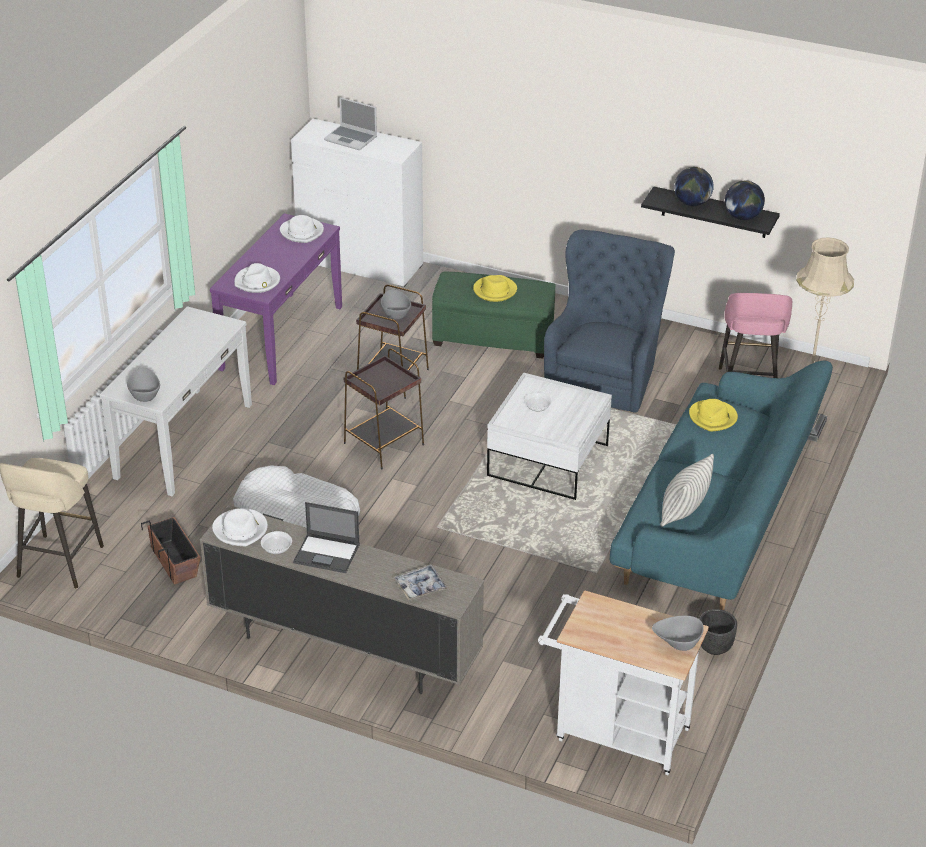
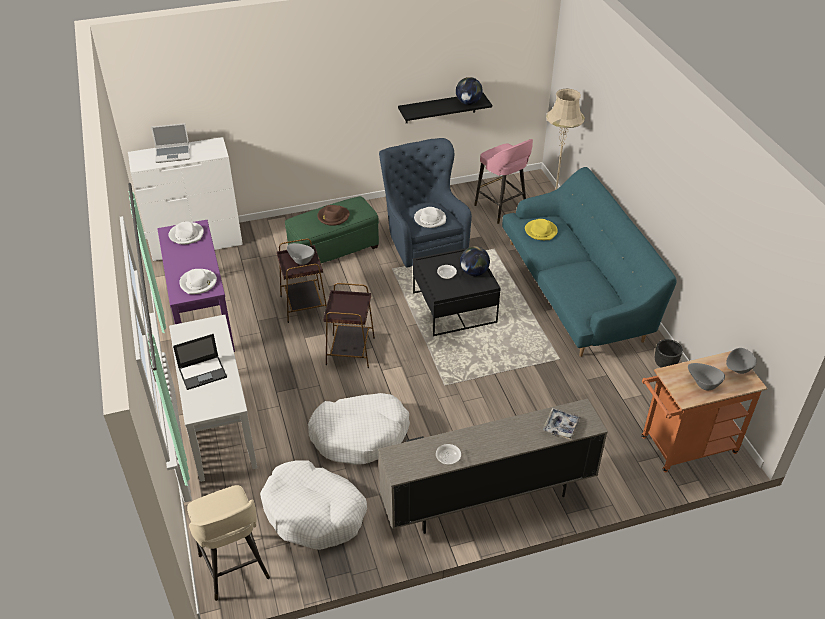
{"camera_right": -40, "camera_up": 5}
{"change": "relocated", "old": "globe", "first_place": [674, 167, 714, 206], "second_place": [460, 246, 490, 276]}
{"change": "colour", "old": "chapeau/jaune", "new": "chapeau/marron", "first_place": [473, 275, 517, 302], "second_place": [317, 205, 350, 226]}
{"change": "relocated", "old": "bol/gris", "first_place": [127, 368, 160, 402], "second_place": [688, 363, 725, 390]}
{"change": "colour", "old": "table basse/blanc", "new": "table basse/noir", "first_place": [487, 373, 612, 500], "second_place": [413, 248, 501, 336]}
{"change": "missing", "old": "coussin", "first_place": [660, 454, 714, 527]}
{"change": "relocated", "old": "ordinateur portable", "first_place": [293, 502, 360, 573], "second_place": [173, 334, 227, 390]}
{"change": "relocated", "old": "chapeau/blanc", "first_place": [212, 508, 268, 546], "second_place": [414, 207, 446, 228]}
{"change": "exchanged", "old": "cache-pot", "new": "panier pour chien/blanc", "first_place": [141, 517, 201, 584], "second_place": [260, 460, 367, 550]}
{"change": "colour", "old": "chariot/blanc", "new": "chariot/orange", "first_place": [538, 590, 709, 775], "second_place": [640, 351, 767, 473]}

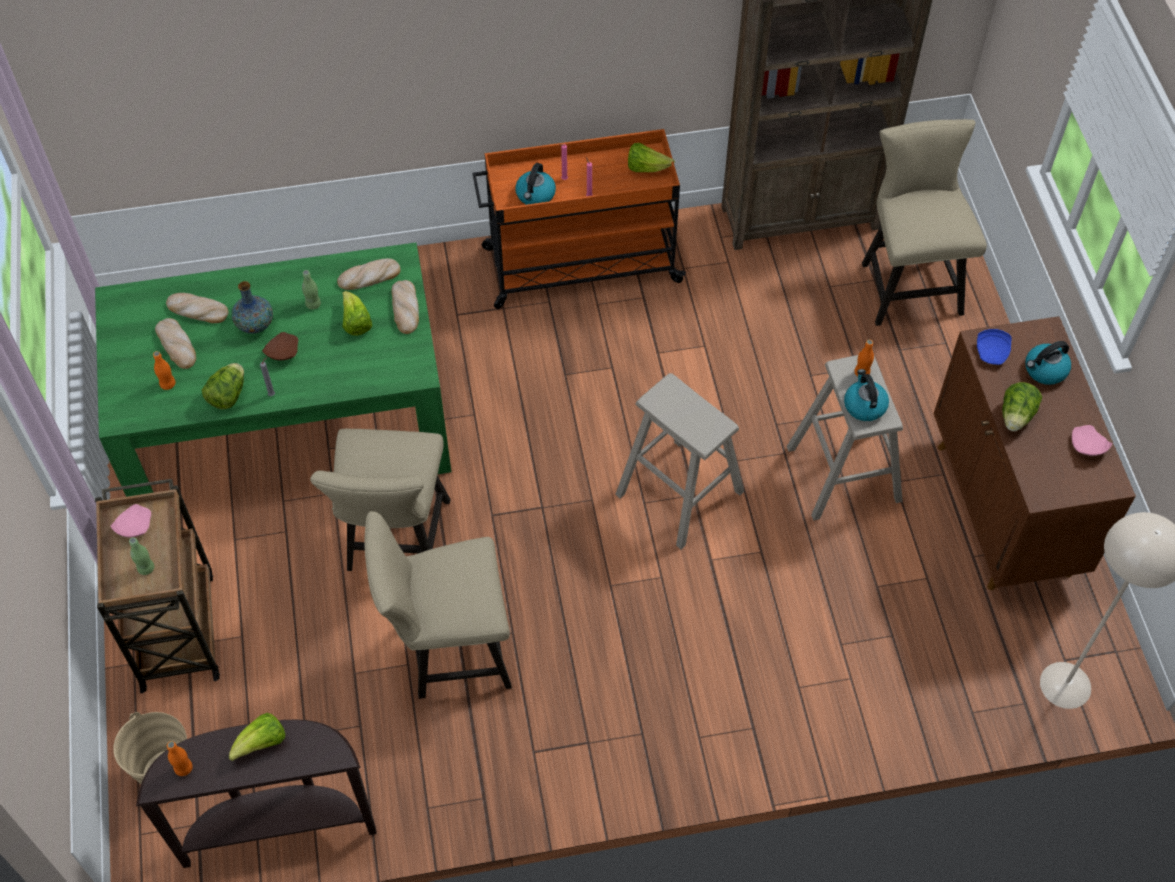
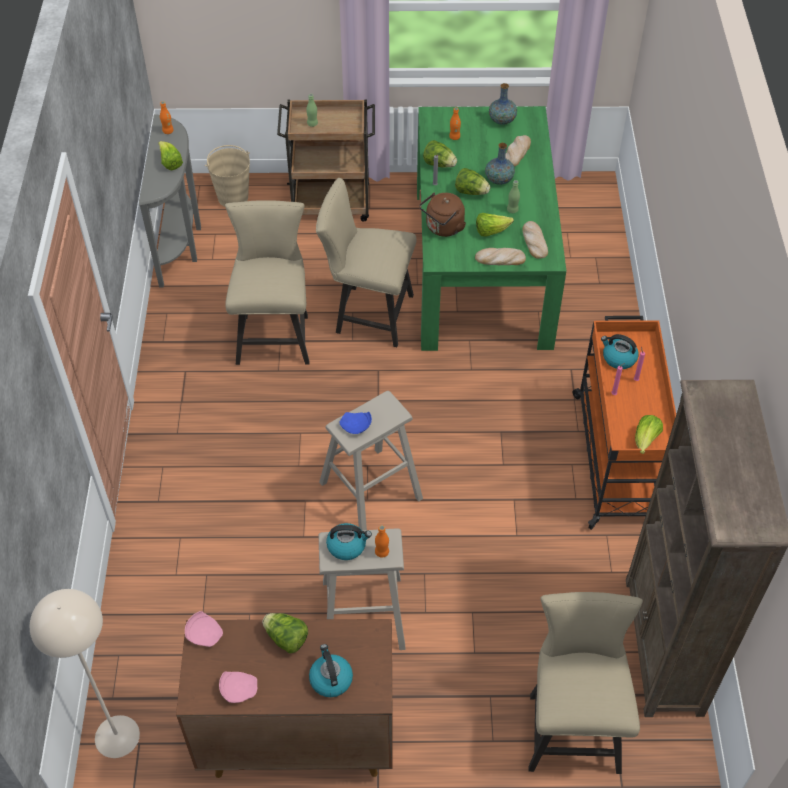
{"camera_right": 100, "camera_up": -5}
{"change": "spun", "old": "chaise/beige", "first_place": [862, 119, 987, 326], "second_place": [528, 592, 643, 774], "degrees": -90}
{"change": "missing", "old": "pain", "first_place": [155, 318, 196, 369]}
{"change": "relocated", "old": "assiette/bleu", "first_place": [977, 329, 1011, 365], "second_place": [339, 412, 372, 434]}
{"change": "exchanged", "old": "assiette/marron", "new": "laitue", "first_place": [262, 332, 298, 361], "second_place": [455, 168, 490, 195]}
{"change": "relocated", "old": "assiette/rose", "first_place": [110, 504, 151, 537], "second_place": [185, 611, 223, 647]}
{"change": "colour", "old": "table console/marron", "new": "table console/gris", "first_place": [136, 720, 377, 868], "second_place": [139, 114, 201, 288]}
{"change": "appeared", "new": "vase", "second_place": [489, 83, 517, 125]}
{"change": "appeared", "new": "bouilloire/marron", "second_place": [419, 193, 466, 237]}

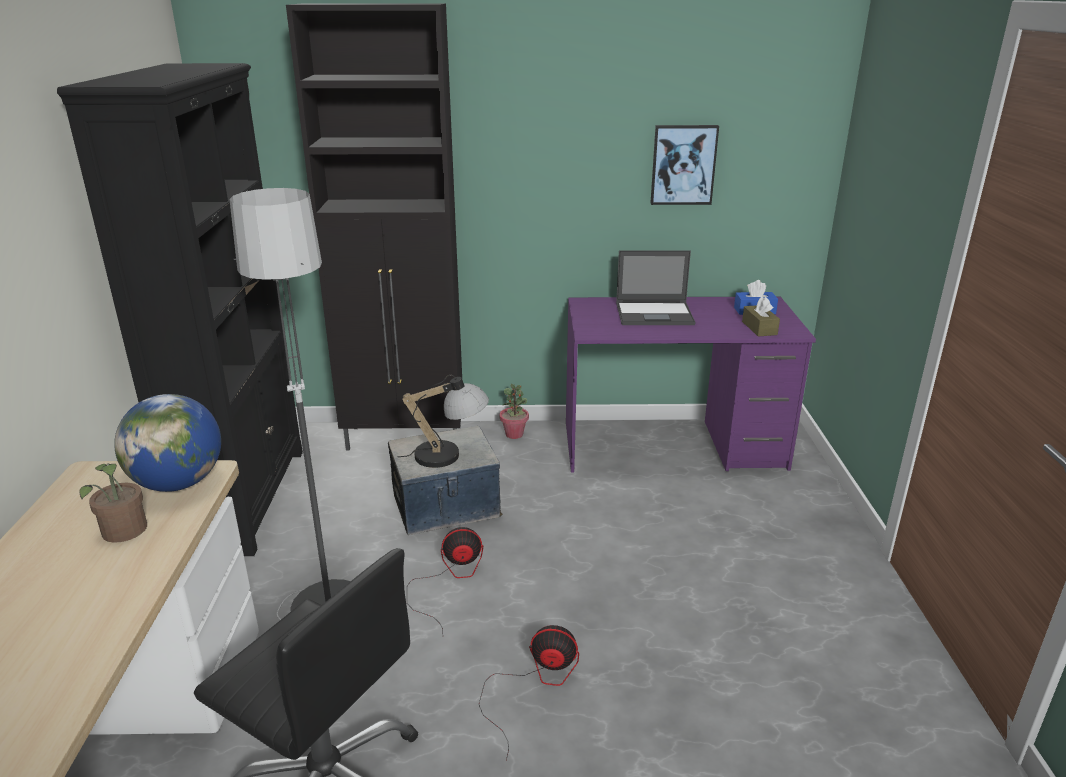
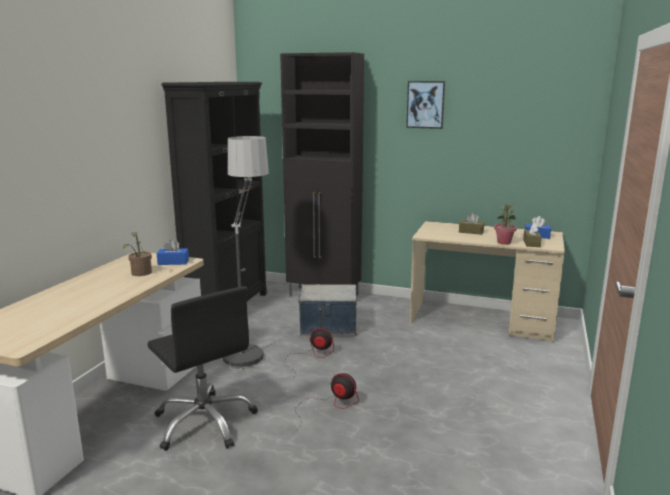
{"camera_right": 20, "camera_up": -10}
{"change": "relocated", "old": "tableau", "first_place": [650, 125, 719, 205], "second_place": [406, 81, 445, 129]}
{"change": "exchanged", "old": "ordinateur portable", "new": "boîte à mouchoirs/marron", "first_place": [616, 250, 695, 325], "second_place": [459, 213, 484, 235]}
{"change": "colour", "old": "bureau/violet", "new": "bureau/beige", "first_place": [566, 296, 816, 473], "second_place": [410, 221, 565, 343]}
{"change": "missing", "old": "lampe de table", "first_place": [398, 375, 489, 468]}
{"change": "relocated", "old": "plante en pot", "first_place": [499, 384, 529, 439], "second_place": [494, 203, 517, 245]}
{"change": "exchanged", "old": "globe", "new": "boîte à mouchoirs/bleu", "first_place": [114, 394, 221, 492], "second_place": [157, 240, 189, 265]}

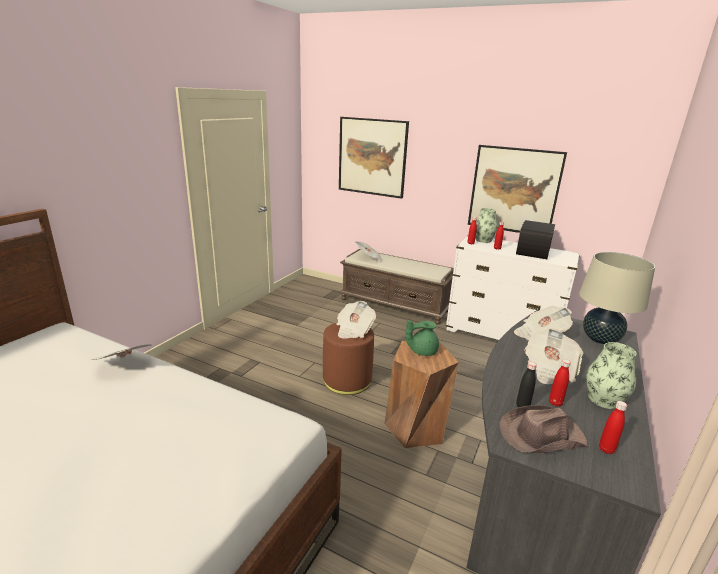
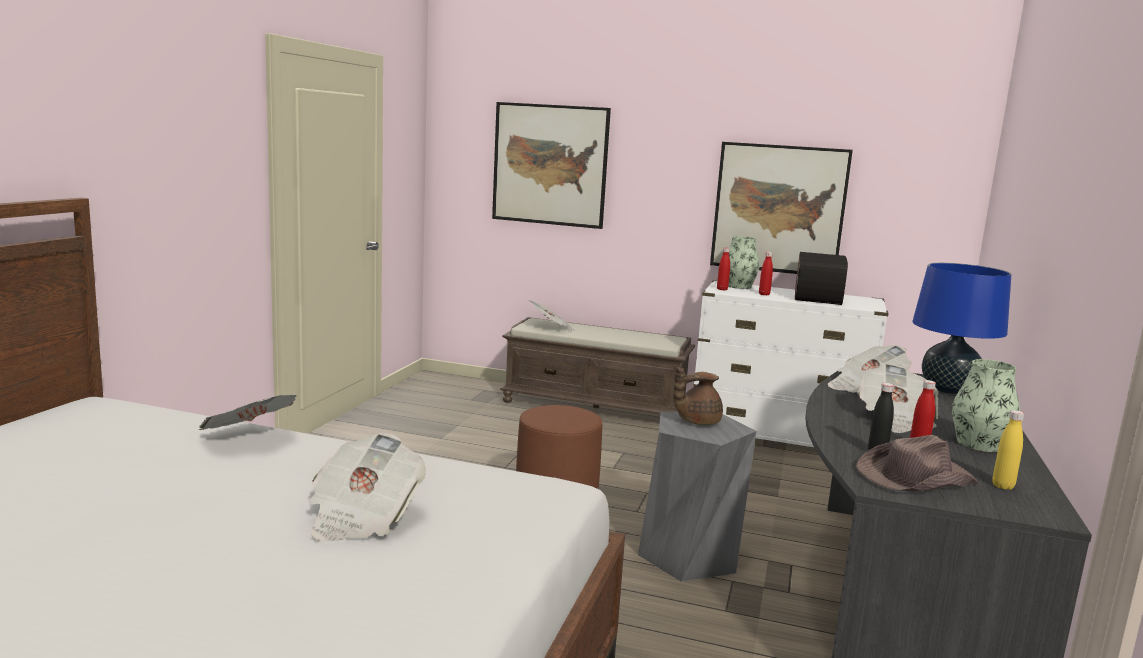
{"camera_right": -10, "camera_up": -10}
{"change": "colour", "old": "lampe de table/beige", "new": "lampe de table/bleu", "first_place": [579, 252, 655, 344], "second_place": [912, 263, 1011, 395]}
{"change": "relocated", "old": "journal", "first_place": [336, 301, 376, 339], "second_place": [309, 433, 426, 542]}
{"change": "colour", "old": "théière/vert", "new": "théière/marron", "first_place": [405, 319, 439, 356], "second_place": [673, 367, 723, 425]}
{"change": "colour", "old": "tabouret/marron", "new": "tabouret/gris", "first_place": [385, 341, 459, 448], "second_place": [638, 412, 756, 582]}
{"change": "colour", "old": "bouteille/rouge", "new": "bouteille/jaune", "first_place": [599, 401, 627, 454], "second_place": [992, 410, 1024, 490]}

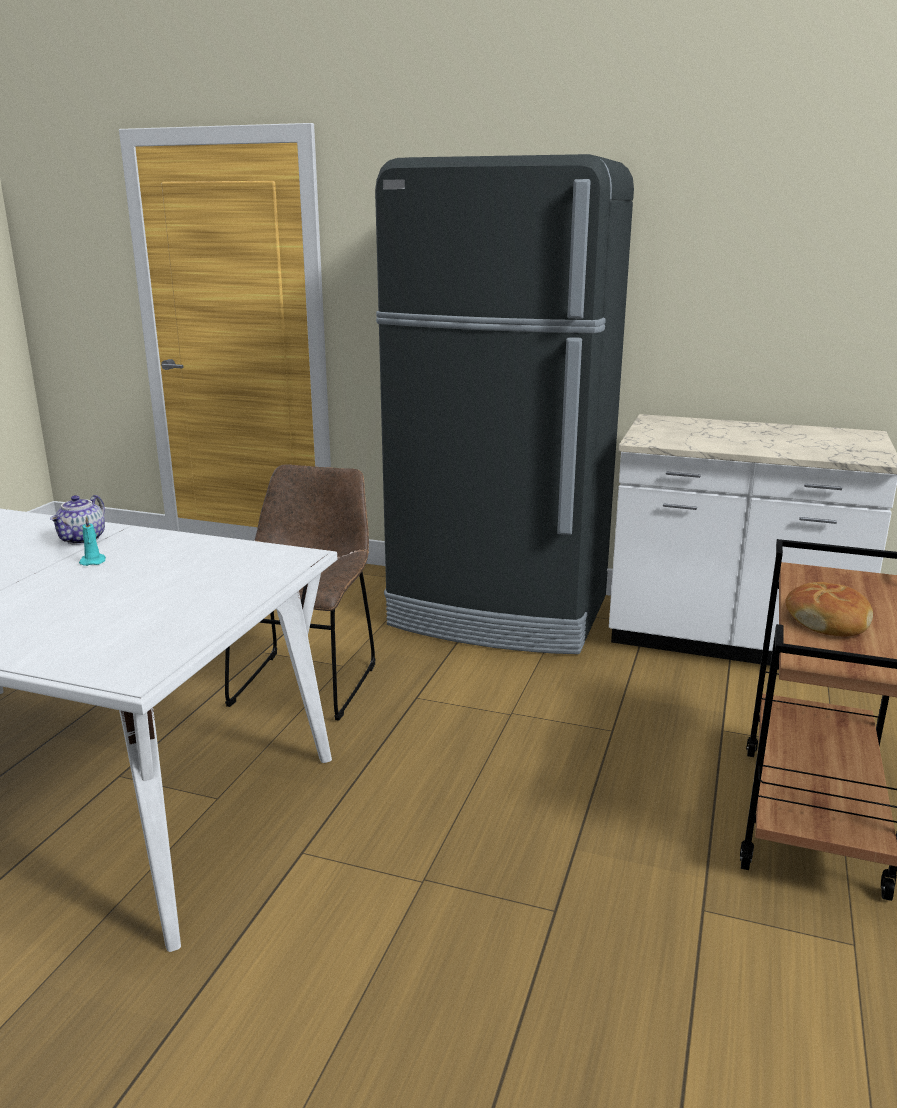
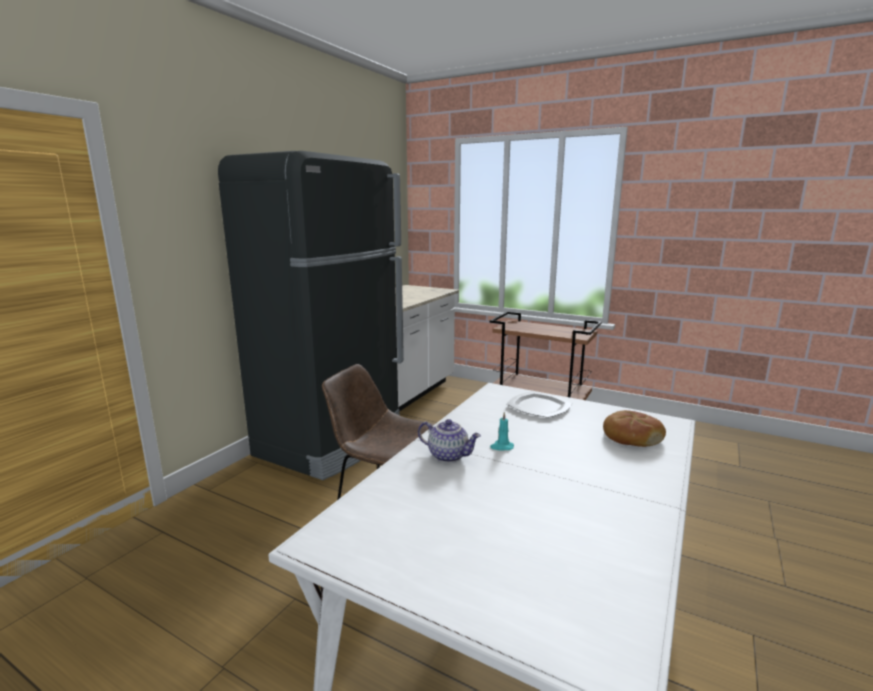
{"camera_right": -80, "camera_up": -5}
{"change": "relocated", "old": "pain", "first_place": [786, 582, 873, 637], "second_place": [603, 410, 666, 447]}
{"change": "appeared", "new": "assiette", "second_place": [507, 391, 572, 418]}

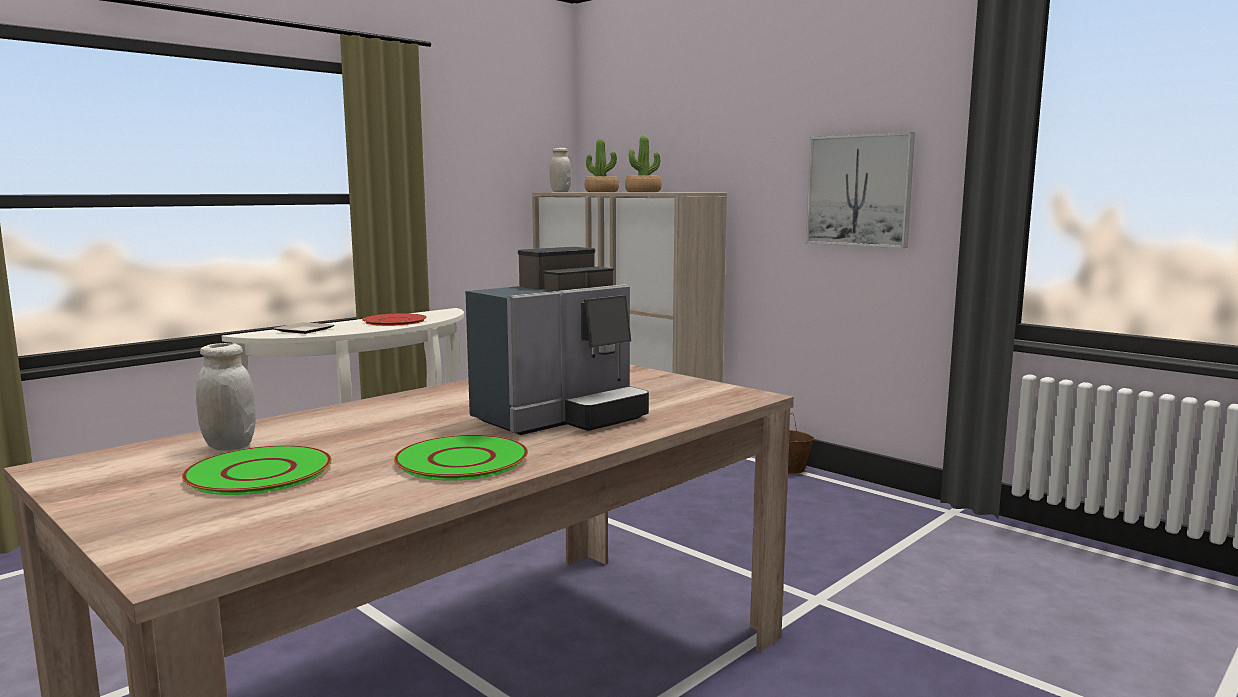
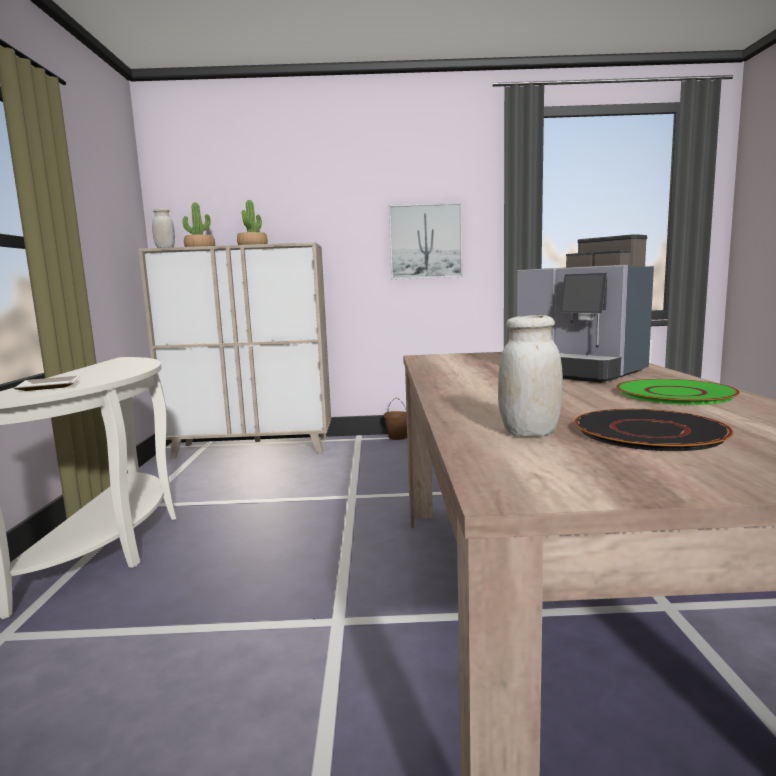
{"camera_right": -45, "camera_up": 0}
{"change": "spun", "old": "machine à café", "first_place": [465, 247, 649, 435], "second_place": [517, 234, 654, 383], "degrees": 135}
{"change": "missing", "old": "assiette/rouge", "first_place": [362, 313, 427, 326]}
{"change": "colour", "old": "assiette/vert", "new": "assiette/noir", "first_place": [182, 445, 332, 495], "second_place": [574, 409, 734, 451]}

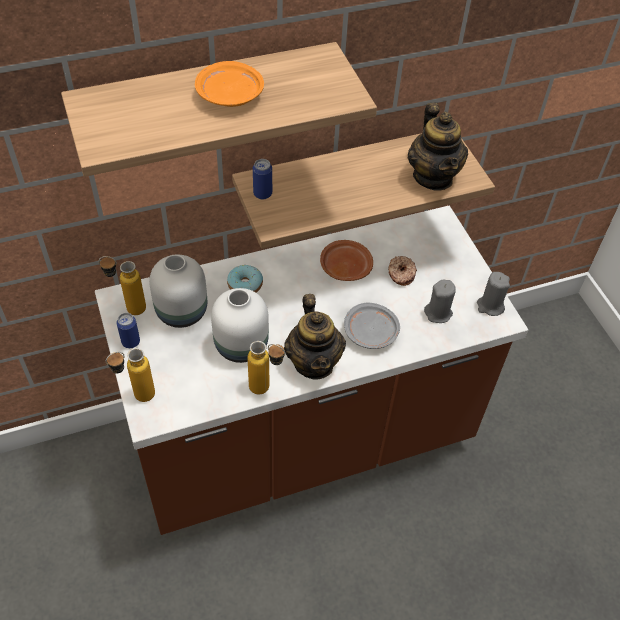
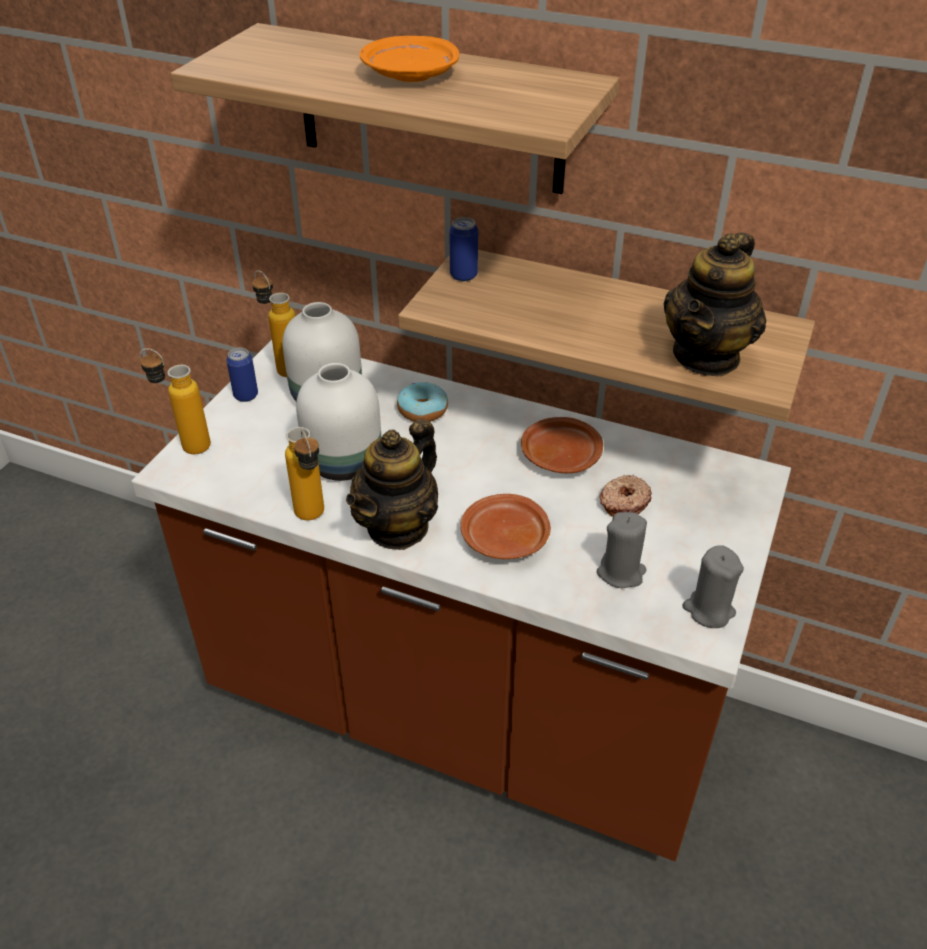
{"camera_right": 45, "camera_up": -10}
{"change": "colour", "old": "assiette/gris", "new": "assiette/marron", "first_place": [344, 302, 400, 349], "second_place": [460, 494, 551, 559]}

